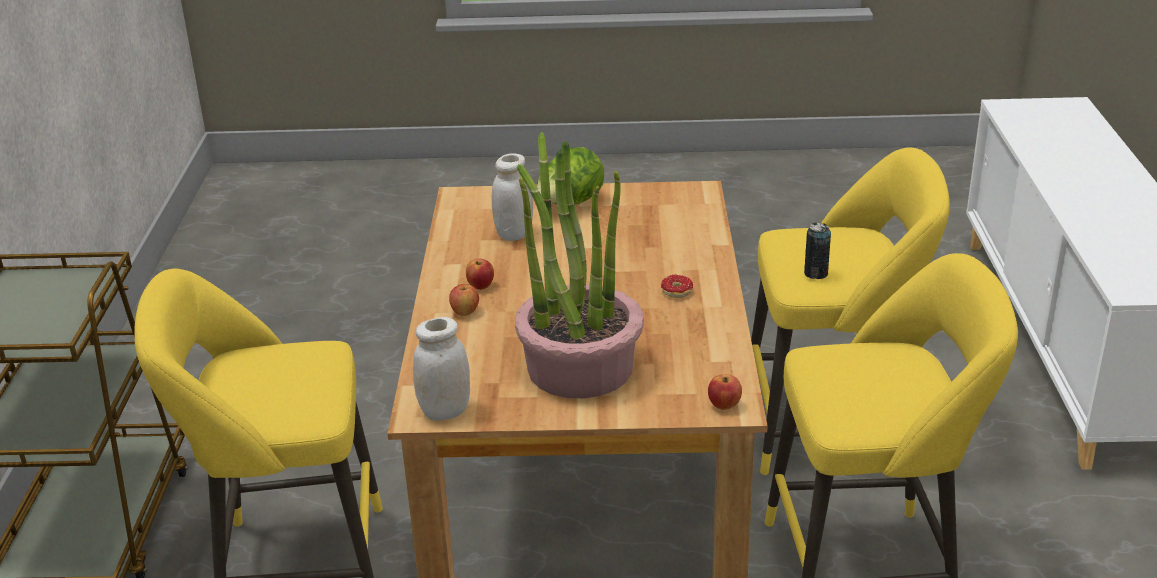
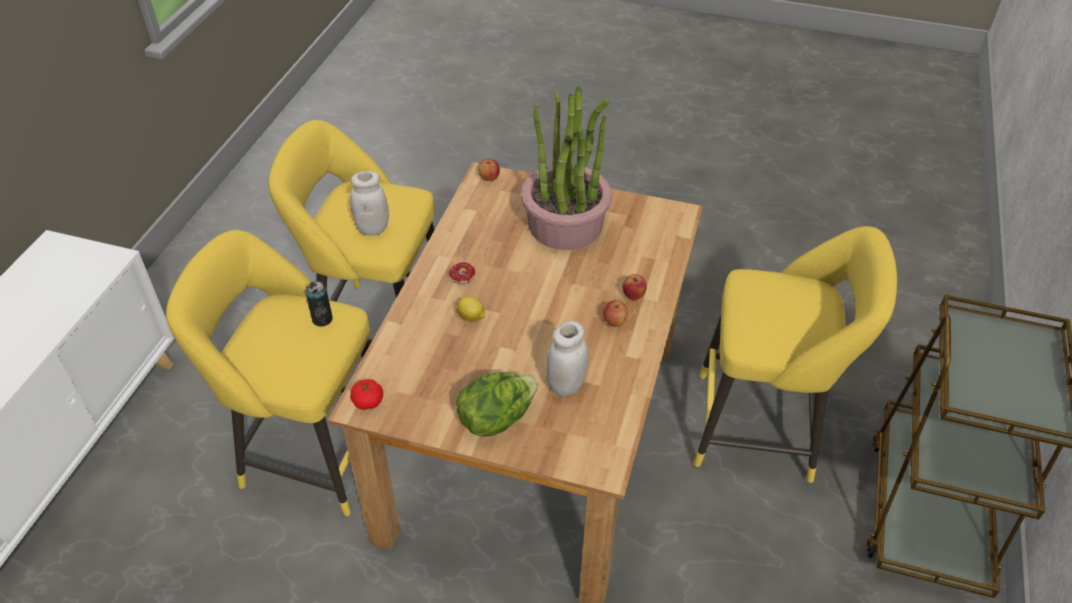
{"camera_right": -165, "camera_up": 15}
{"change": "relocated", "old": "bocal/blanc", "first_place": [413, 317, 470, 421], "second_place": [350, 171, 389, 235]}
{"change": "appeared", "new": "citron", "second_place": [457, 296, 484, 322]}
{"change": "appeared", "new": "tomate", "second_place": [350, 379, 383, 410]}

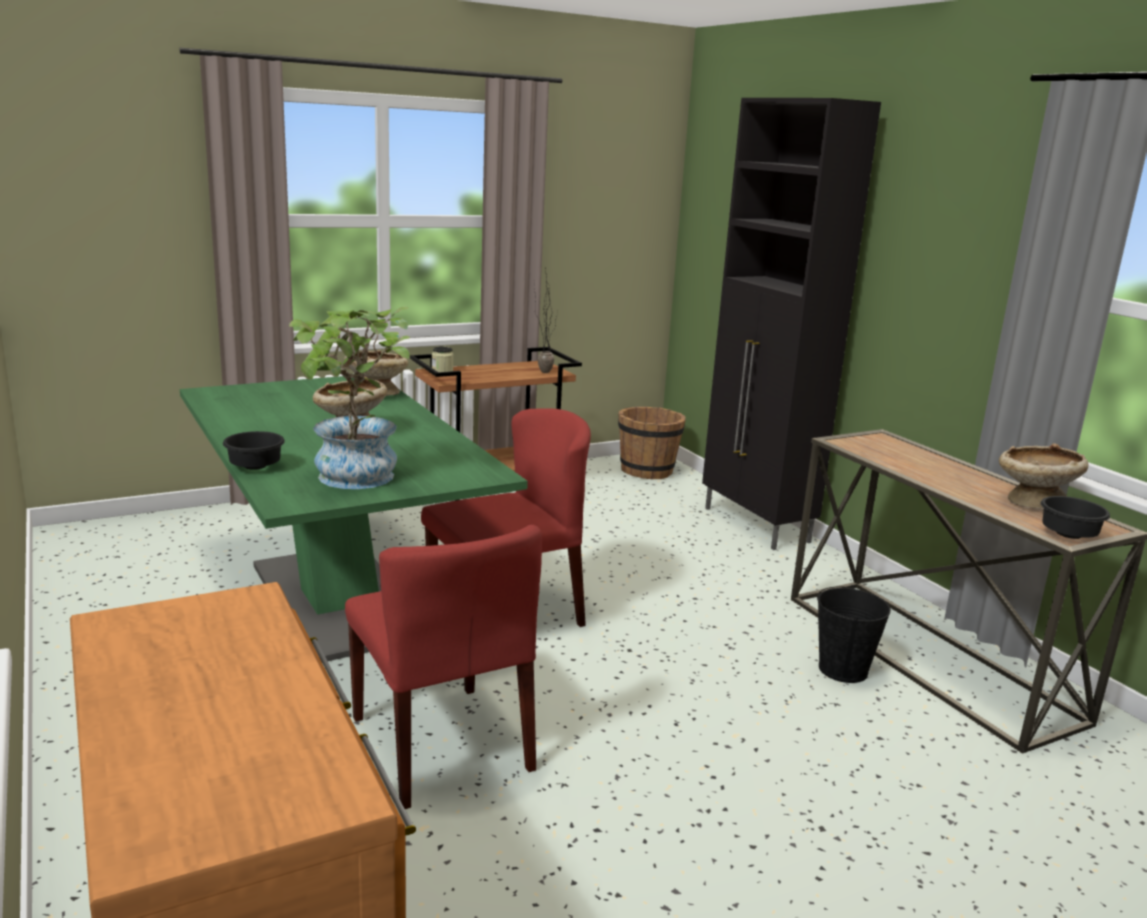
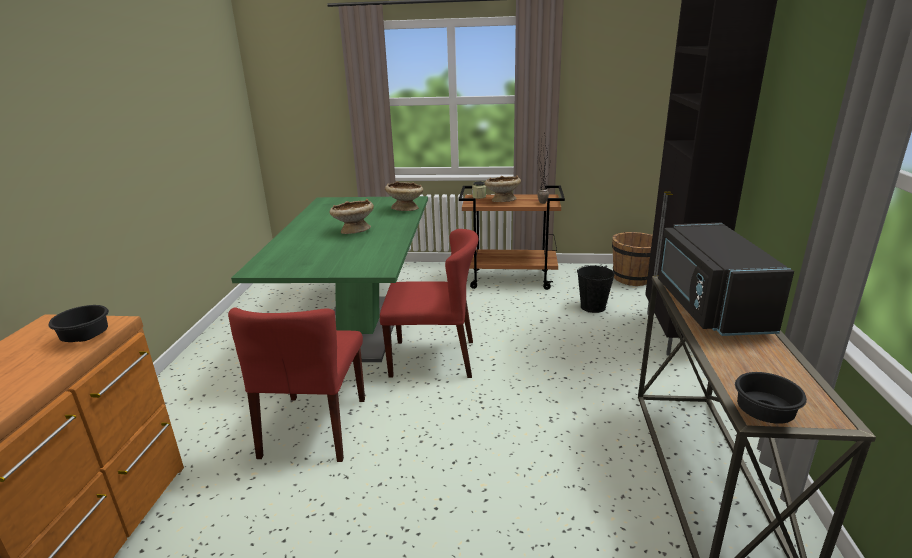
{"camera_right": 35, "camera_up": 5}
{"change": "missing", "old": "plante en pot", "first_place": [289, 307, 410, 489]}
{"change": "relocated", "old": "bol/noir", "first_place": [223, 431, 285, 470], "second_place": [48, 305, 109, 342]}
{"change": "relocated", "old": "bol/beige", "first_place": [999, 443, 1088, 509], "second_place": [485, 176, 521, 202]}
{"change": "relocated", "old": "seau/noir", "first_place": [817, 585, 891, 683], "second_place": [577, 265, 615, 313]}
{"change": "appeared", "new": "micro-ondes/noir", "second_place": [658, 223, 794, 336]}

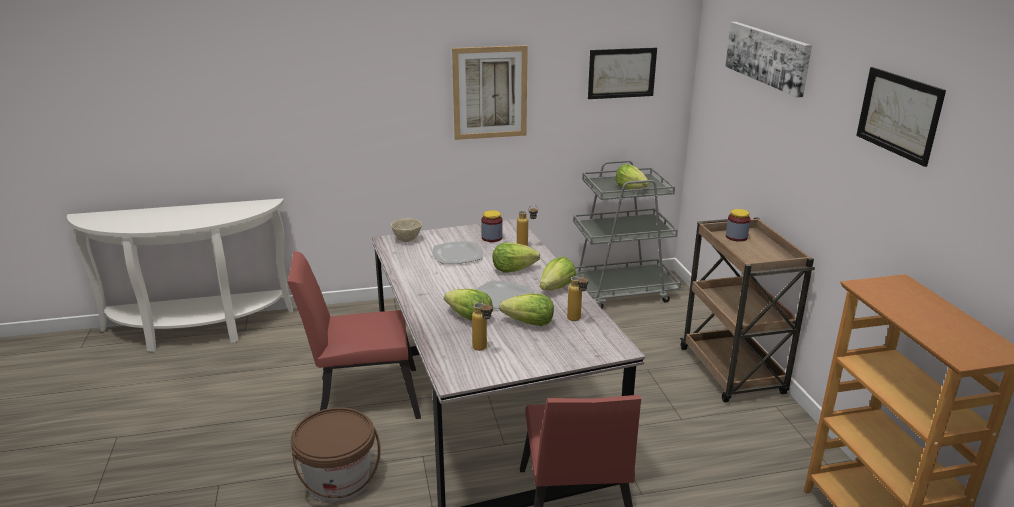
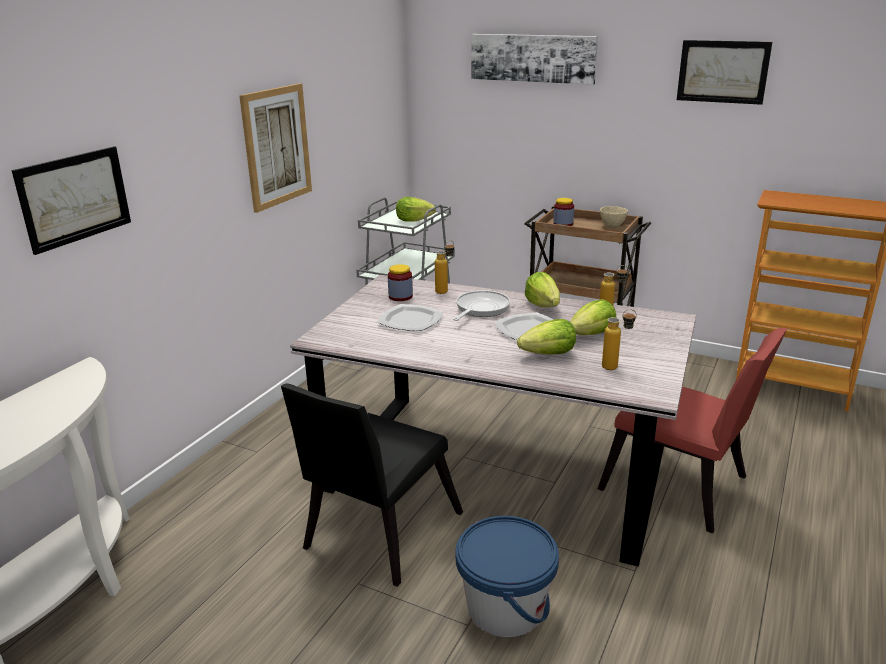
{"camera_right": -50, "camera_up": 0}
{"change": "relocated", "old": "tableau", "first_place": [588, 47, 657, 99], "second_place": [12, 146, 131, 255]}
{"change": "relocated", "old": "bol/beige", "first_place": [391, 218, 422, 242], "second_place": [600, 206, 628, 227]}
{"change": "exchanged", "old": "laitue", "new": "poêle", "first_place": [493, 242, 540, 272], "second_place": [453, 291, 510, 321]}
{"change": "colour", "old": "chaise/rouge", "new": "chaise/noir", "first_place": [287, 251, 421, 419], "second_place": [281, 383, 463, 587]}
{"change": "colour", "old": "seau/marron", "new": "seau/bleu", "first_place": [291, 408, 381, 502], "second_place": [455, 516, 559, 637]}

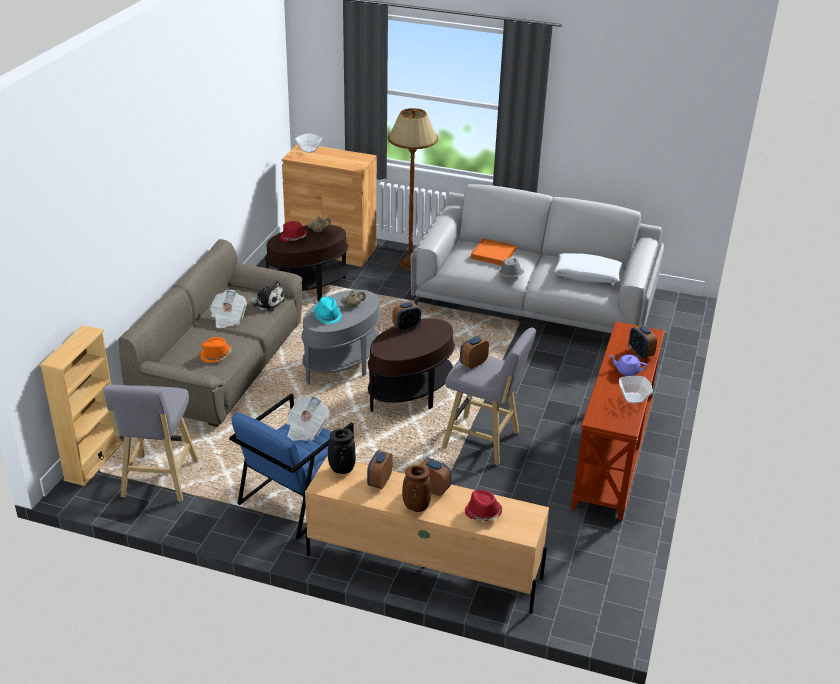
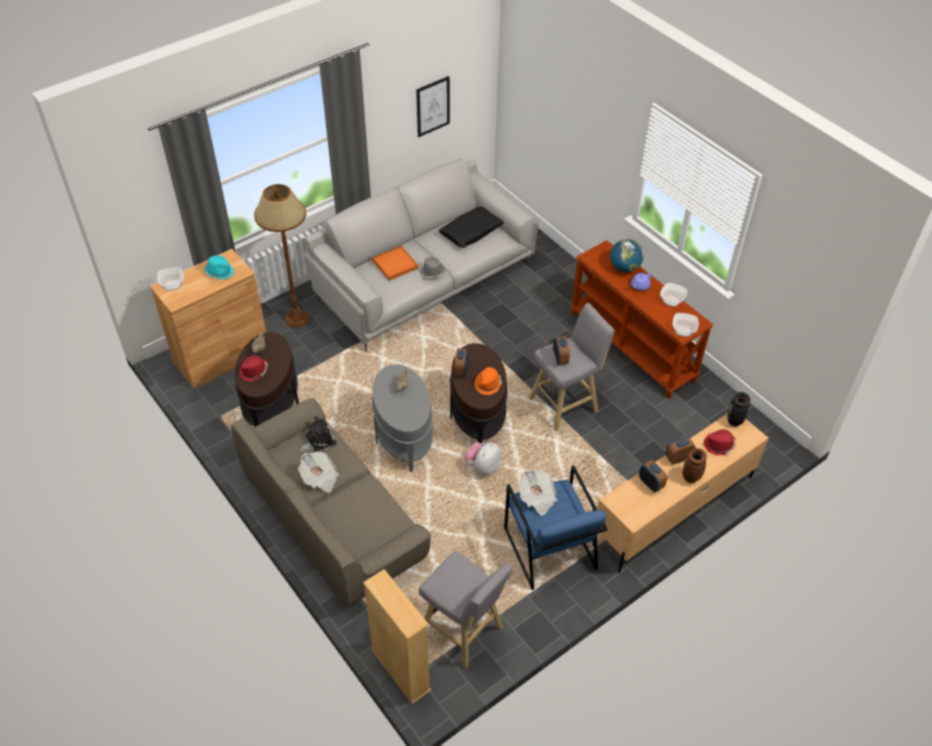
{"camera_right": -55, "camera_up": 15}
{"change": "colour", "old": "coussin/blanc", "new": "coussin/noir", "first_place": [554, 253, 623, 283], "second_place": [439, 206, 504, 248]}
{"change": "relocated", "old": "chapeau/turquoise", "first_place": [314, 297, 342, 324], "second_place": [204, 255, 234, 279]}
{"change": "exchanged", "old": "réveil", "new": "globe", "first_place": [629, 325, 657, 359], "second_place": [610, 239, 644, 272]}
{"change": "relocated", "old": "chapeau/orange", "first_place": [200, 337, 232, 363], "second_place": [474, 367, 502, 395]}
{"change": "relocated", "old": "vase/noir", "first_place": [328, 429, 356, 474], "second_place": [727, 392, 750, 427]}
{"change": "appeared", "new": "tableau", "second_place": [416, 76, 450, 137]}
{"change": "appeared", "new": "bol", "second_place": [673, 313, 699, 337]}
{"change": "appeared", "new": "peluche", "second_place": [464, 442, 501, 475]}

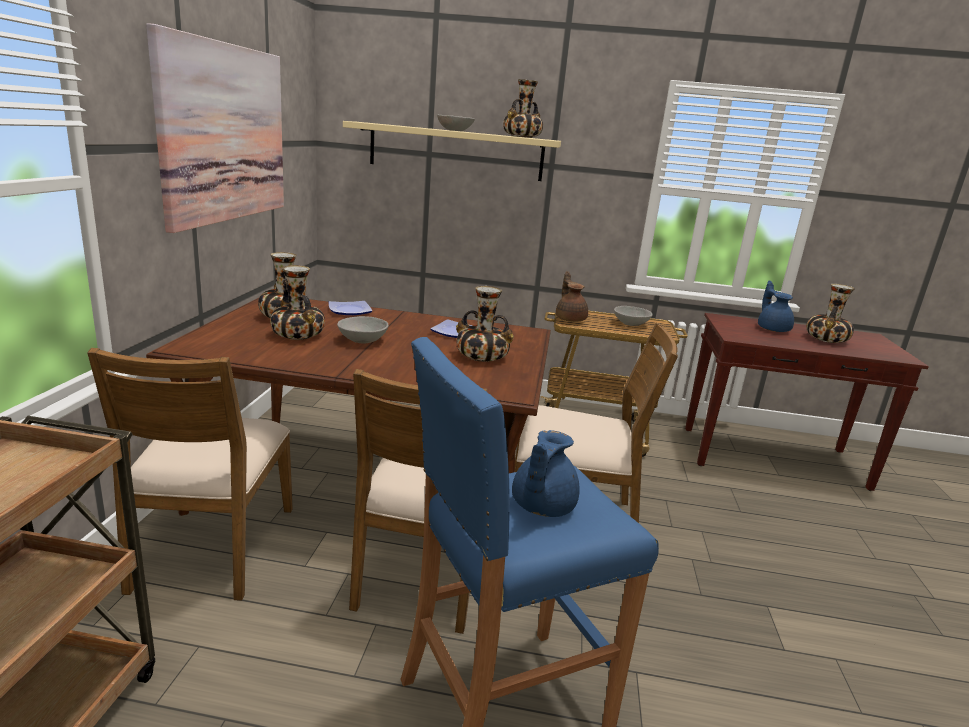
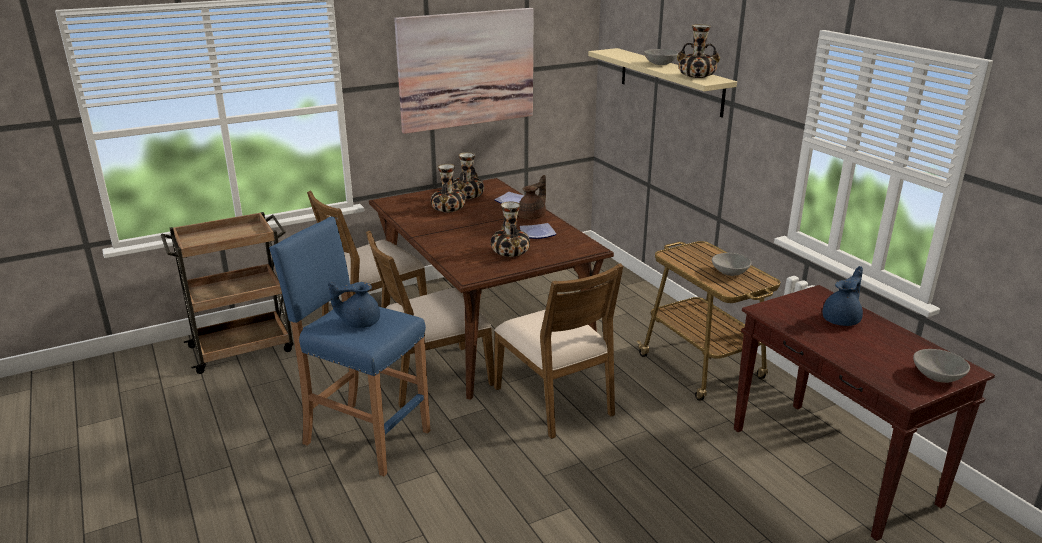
{"camera_right": 55, "camera_up": 5}
{"change": "relocated", "old": "théière/marron", "first_place": [556, 271, 588, 322], "second_place": [518, 175, 546, 219]}
{"change": "missing", "old": "vase", "first_place": [806, 284, 855, 343]}
{"change": "relocated", "old": "bol/gris", "first_place": [337, 316, 389, 344], "second_place": [913, 349, 970, 383]}

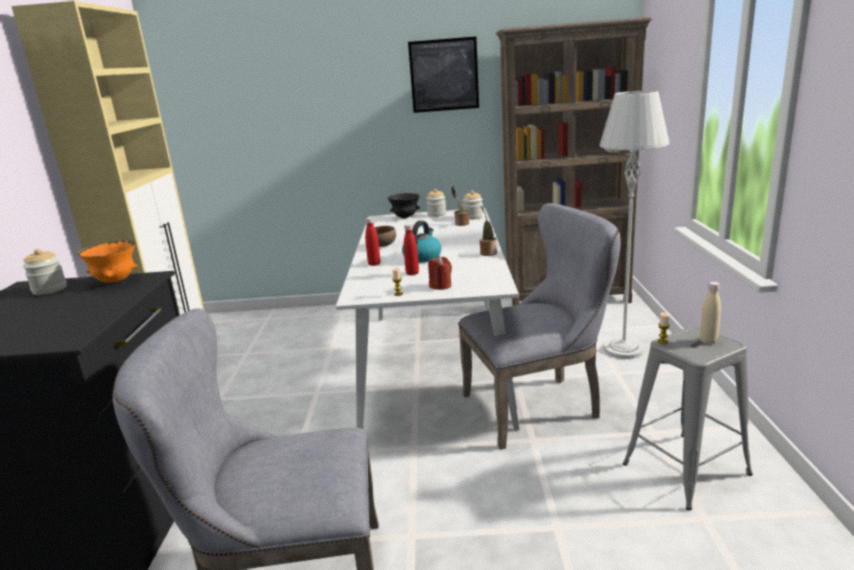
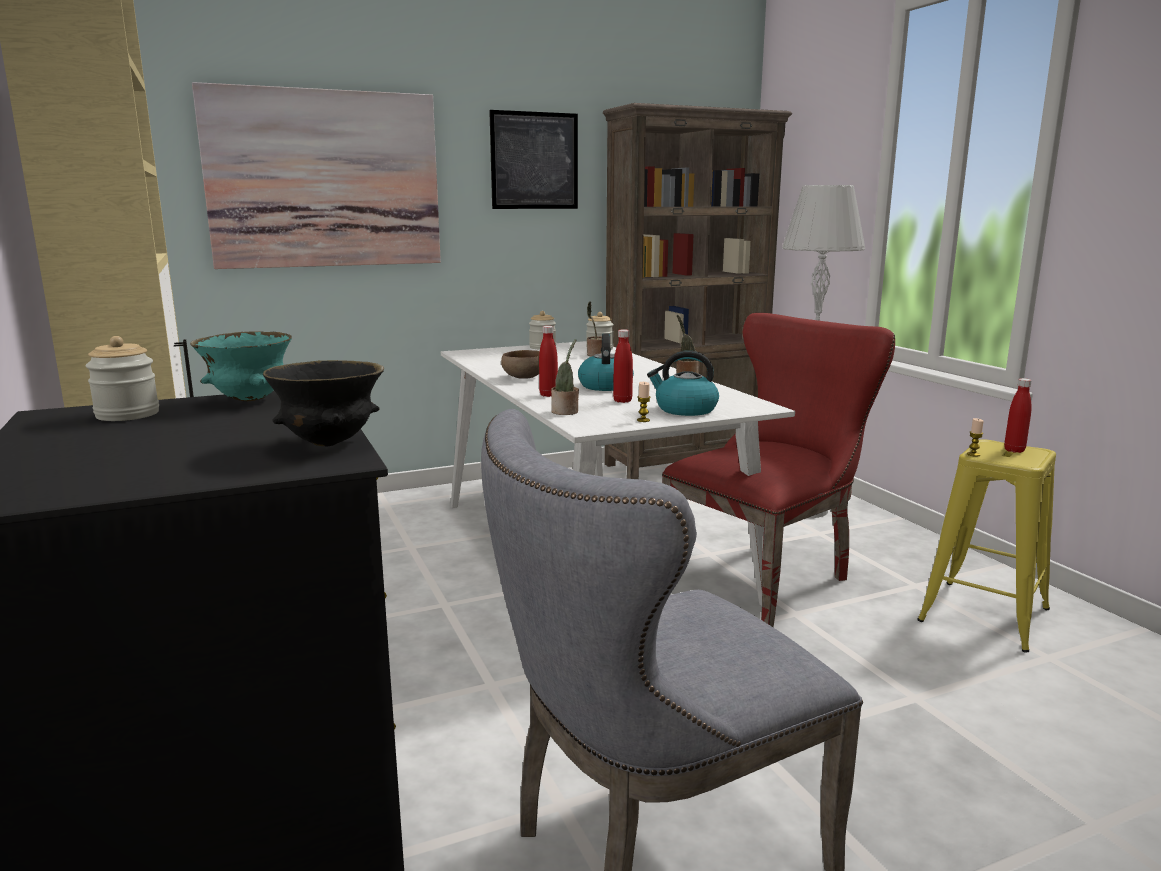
{"camera_right": -25, "camera_up": -5}
{"change": "relocated", "old": "bol/noir", "first_place": [387, 193, 421, 219], "second_place": [263, 360, 384, 447]}
{"change": "colour", "old": "chaise/gris", "new": "chaise/rouge", "first_place": [458, 203, 621, 450], "second_place": [662, 313, 895, 627]}
{"change": "colour", "old": "bol/orange", "new": "bol/turquoise", "first_place": [77, 240, 138, 283], "second_place": [190, 332, 292, 401]}
{"change": "exchanged", "old": "bougie/rouge", "new": "bouilloire", "first_place": [428, 256, 452, 290], "second_place": [647, 350, 719, 416]}
{"change": "colour", "old": "bouteille/beige", "new": "bouteille/rouge", "first_place": [700, 282, 721, 344], "second_place": [1004, 378, 1032, 453]}
{"change": "colour", "old": "tabouret/gris", "new": "tabouret/jaune", "first_place": [623, 326, 753, 510], "second_place": [917, 439, 1056, 652]}
{"change": "appeared", "new": "tableau", "second_place": [192, 82, 441, 269]}
{"change": "appeared", "new": "plante en pot", "second_place": [551, 339, 579, 415]}

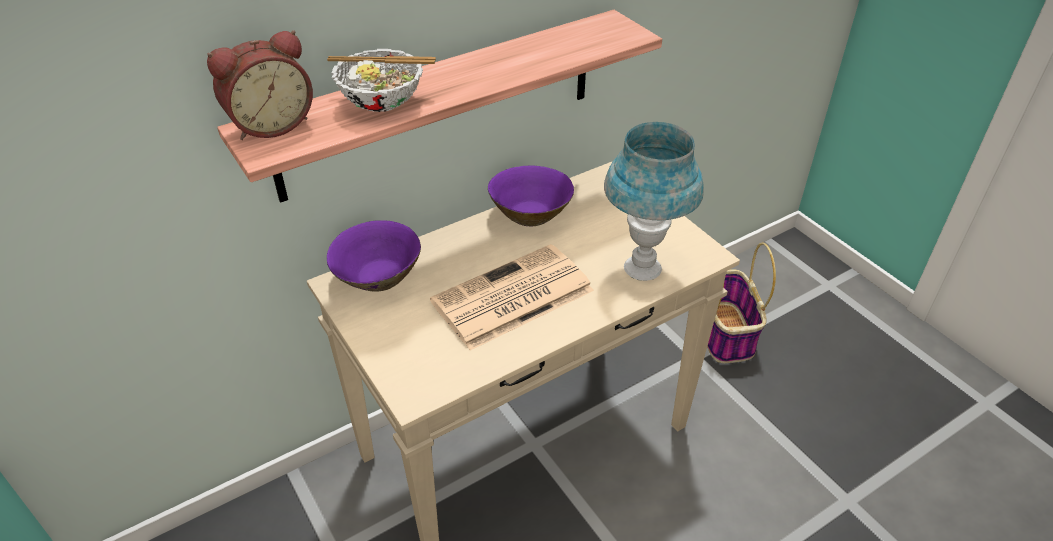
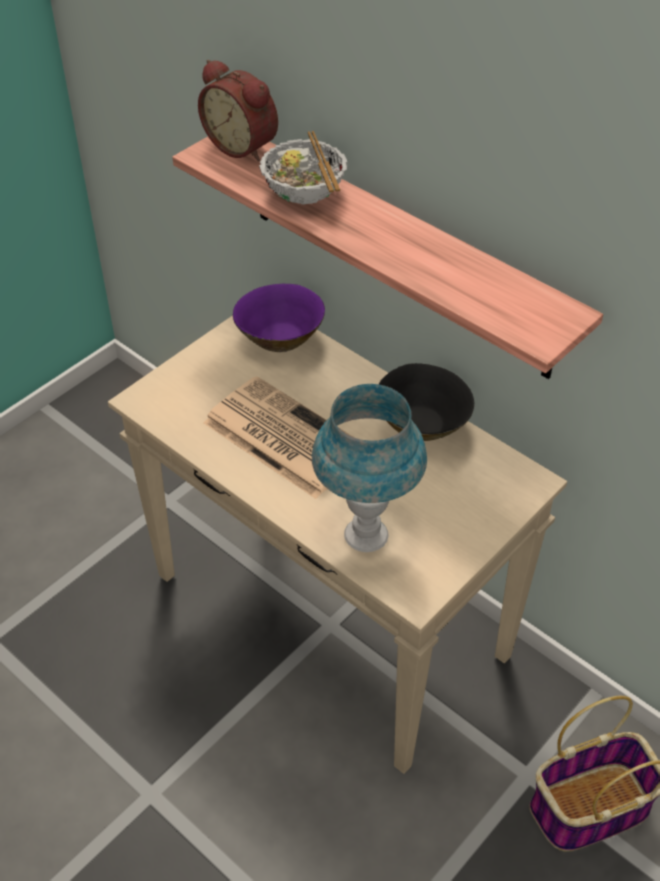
{"camera_right": 75, "camera_up": 5}
{"change": "colour", "old": "bol/violet", "new": "bol/noir", "first_place": [488, 165, 574, 226], "second_place": [379, 363, 474, 441]}

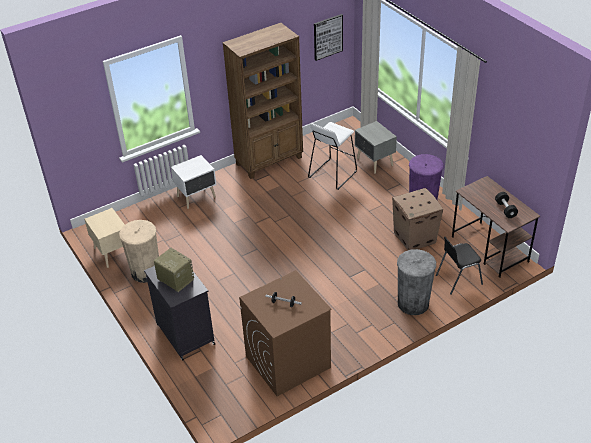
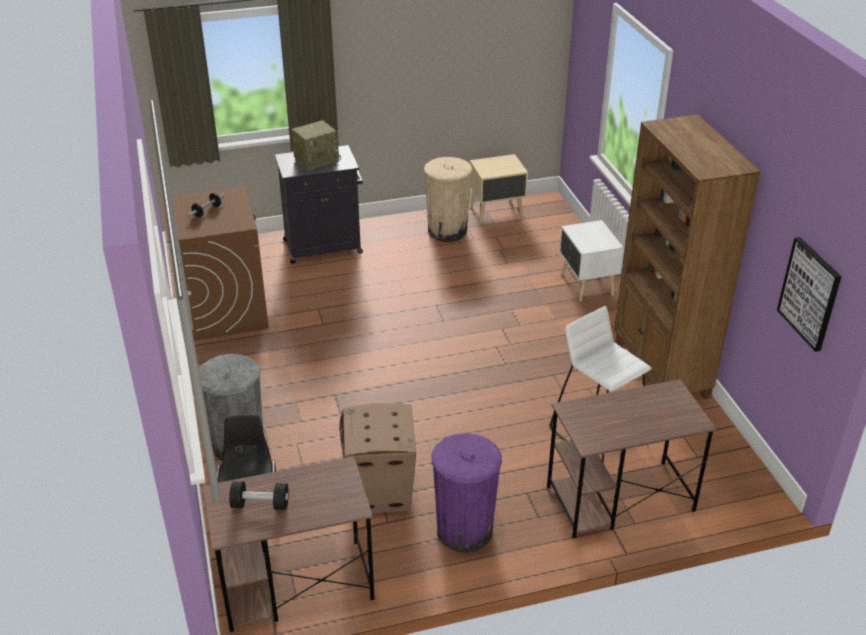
{"camera_right": 105, "camera_up": -5}
{"change": "exchanged", "old": "table de chevet/gris", "new": "bureau/marron", "first_place": [355, 121, 397, 174], "second_place": [547, 379, 717, 538]}

